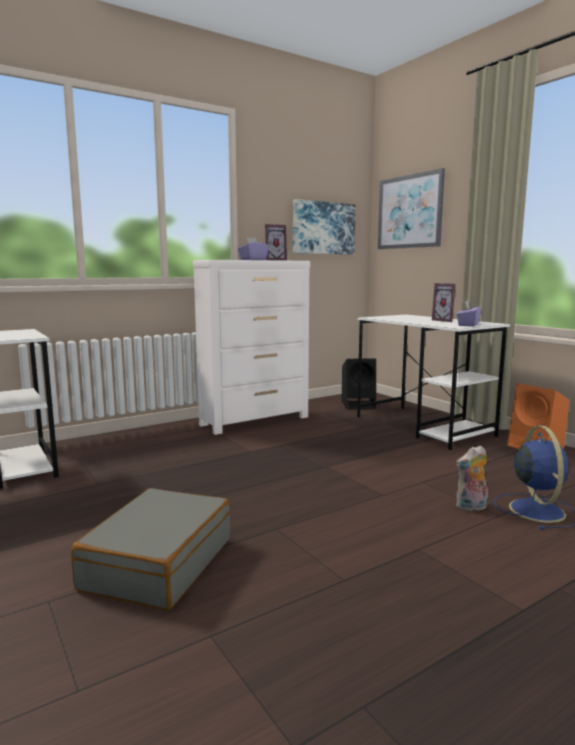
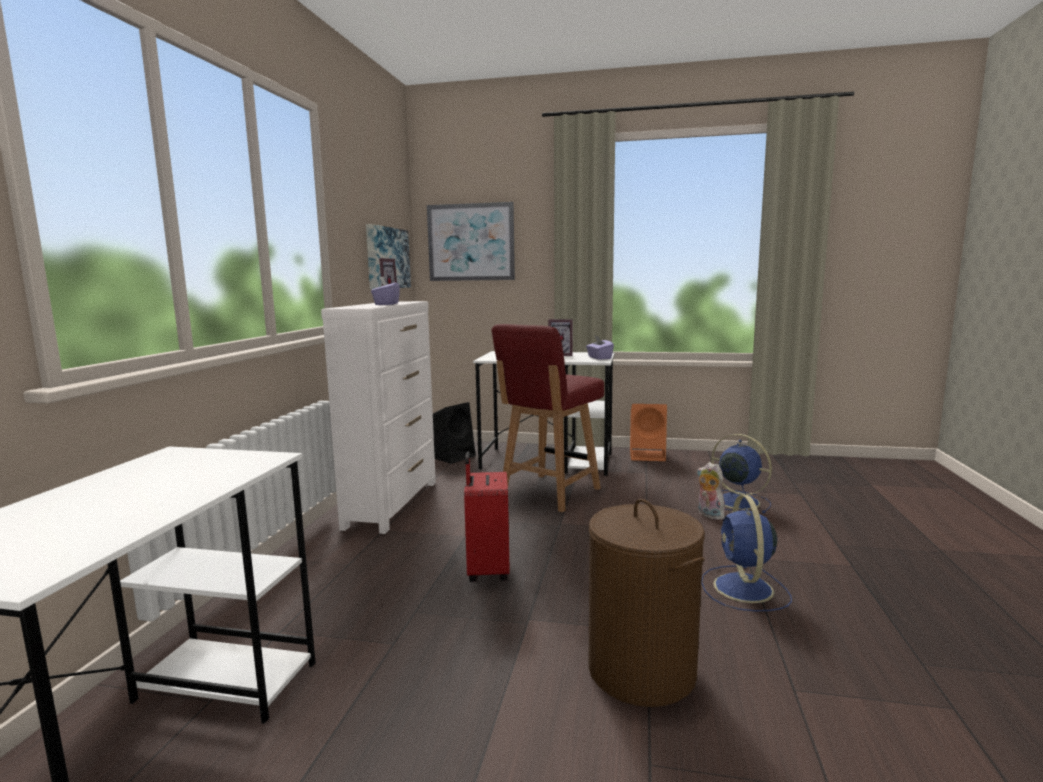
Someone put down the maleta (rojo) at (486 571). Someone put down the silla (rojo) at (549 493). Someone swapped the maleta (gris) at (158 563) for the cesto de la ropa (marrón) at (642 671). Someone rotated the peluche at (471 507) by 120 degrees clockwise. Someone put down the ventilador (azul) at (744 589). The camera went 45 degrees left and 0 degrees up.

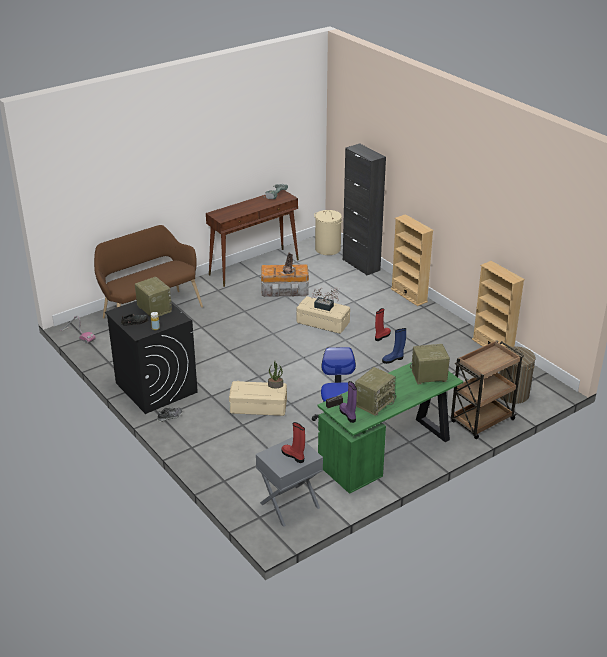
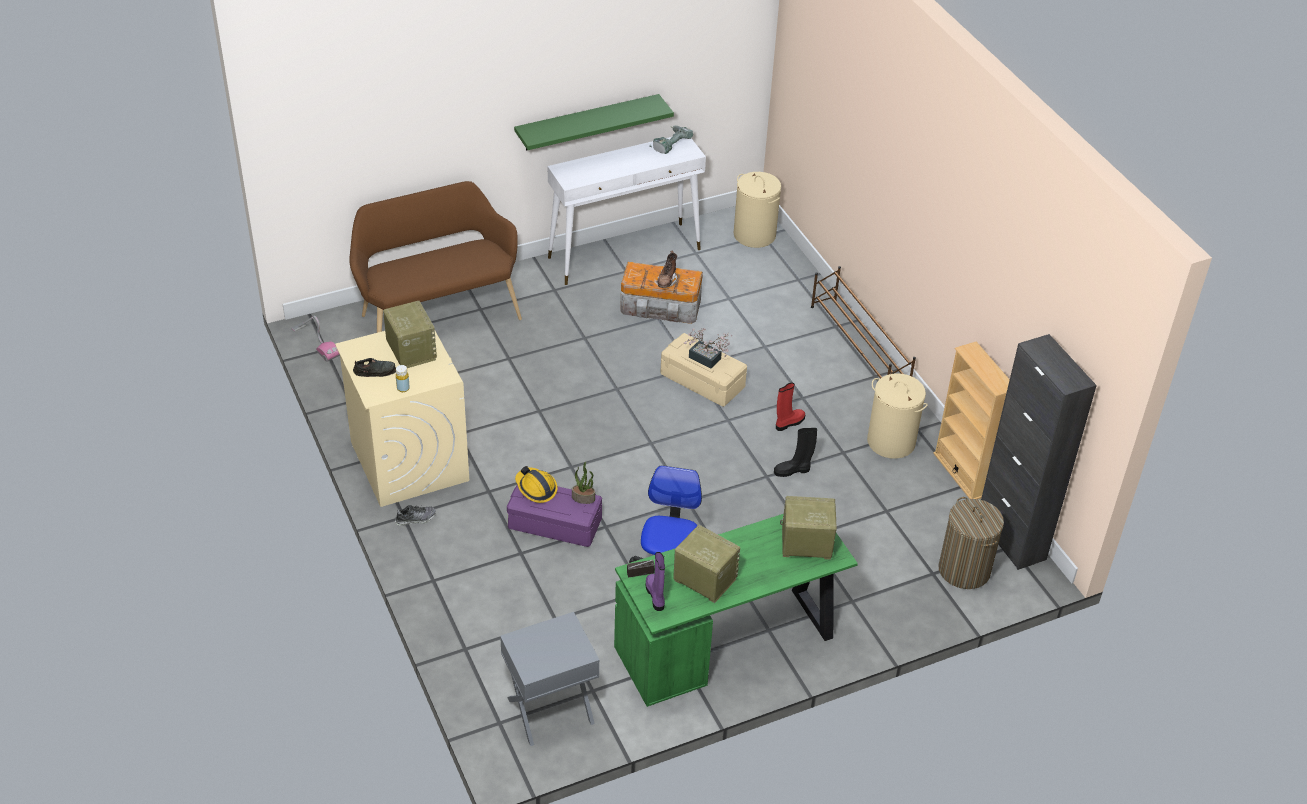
Someone repainted the lavadora (negro) at (155 387), which became the lavadora (beis) at (408 461). Someone repainted the caja de almacenaje (beis) at (258 407), which became the caja de almacenaje (morado) at (554 524). Someone put up the estante (verde) at (587 122). Someone put down the casco at (536 488). Someone repainted the mesa consola (marrón) at (254 267), which became the mesa consola (blanco) at (625 253). Someone rotated the radio at (374 402) by 105 degrees counterclockwise. Someone repainted the bota (azul) at (393 359), which became the bota (negro) at (793 470). Someone swapped the estantería (beis) at (409 295) for the zapatero (marrón) at (859 349). Someone put down the cesto de la ropa (beis) at (890 442). Someone carried the armario (negro) from (361 265) to (1011 538). Someone took away the bota (rojo) at (293 456). Someone took away the carrito (marrón) at (481 421). The camera went 10 degrees right and 10 degrees up.

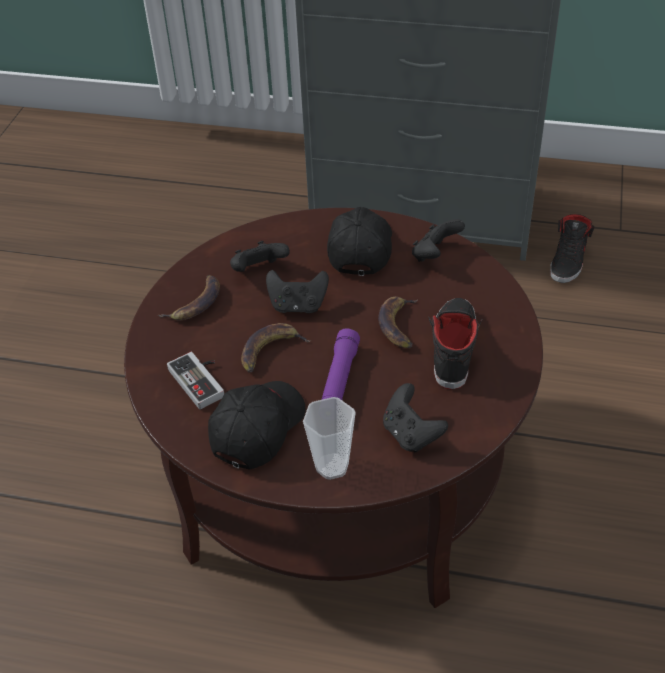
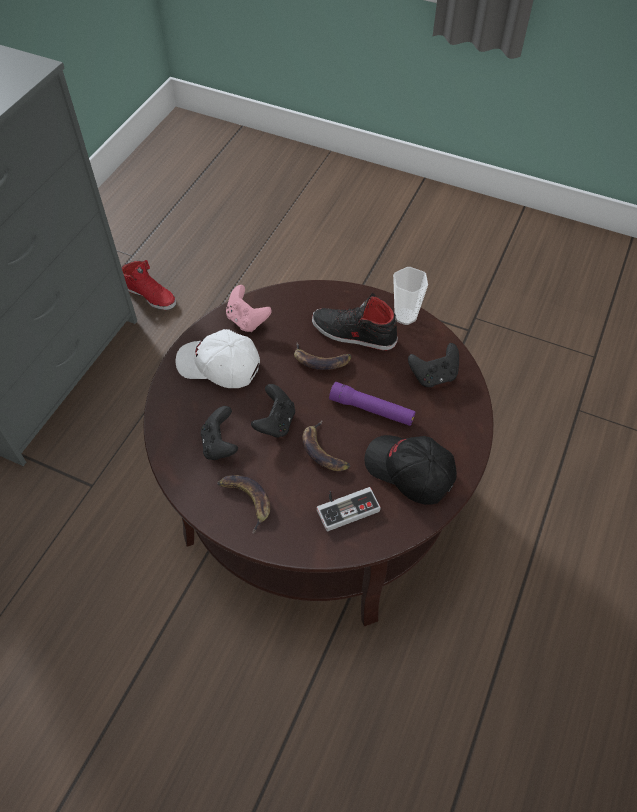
Someone repainted the zapato (negro) at (569 260), which became the zapato (rojo) at (150 295). Someone repainted the gorra (negro) at (360 248), which became the gorra (blanco) at (218 367). Someone repainted the mando de consola (negro) at (435 255), which became the mando de consola (rosa) at (247 320). Someone carried the taza from (332 466) to (405 316). The camera went 80 degrees left and 10 degrees up.

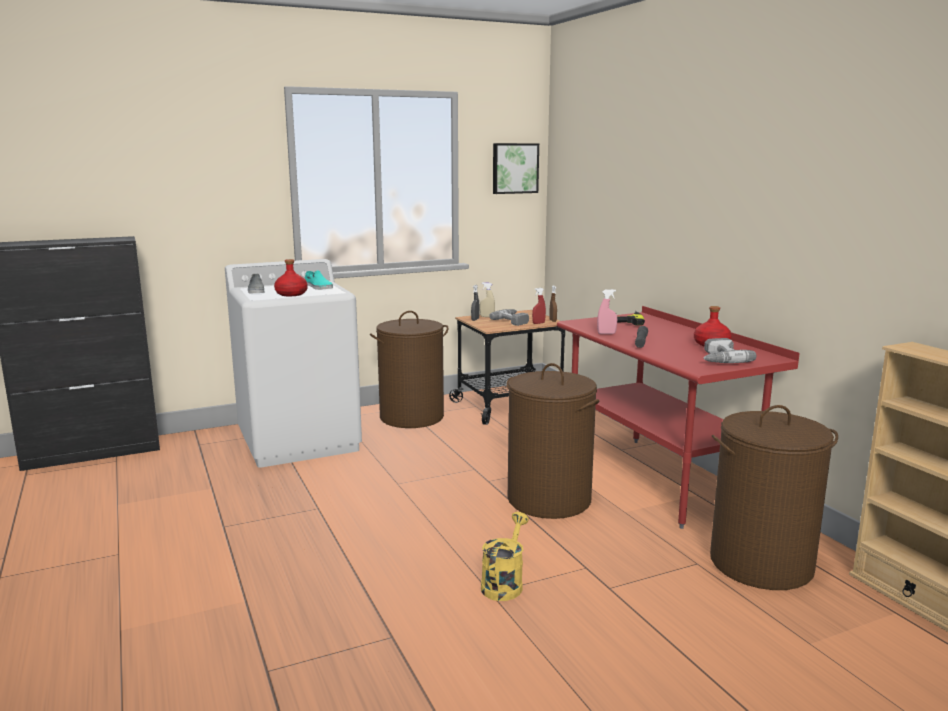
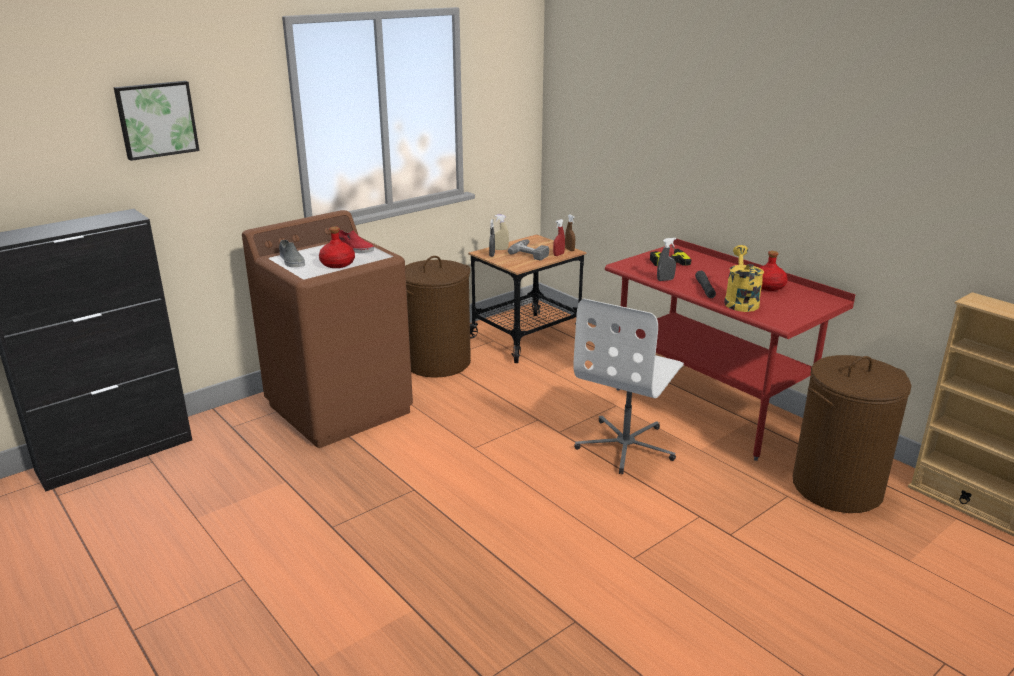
Someone carried the cuadro from (514 168) to (156 119). Someone repainted the lavadora (blanco) at (300 441), which became the lavadora (marrón) at (340 408). Someone repainted the zapato (turquesa) at (318 287), which became the zapato (rojo) at (354 248). Someone swapped the cesto de la ropa (marrón) at (548 500) for the silla de oficina (blanco) at (626 446). Someone repainted the pulverizador (rosa) at (606 333), which became the pulverizador (gris) at (665 280). Someone carried the regadera (amarillo) from (504 583) to (740 301). Someone took away the taladro at (719 358). The camera went 15 degrees left and 10 degrees up.

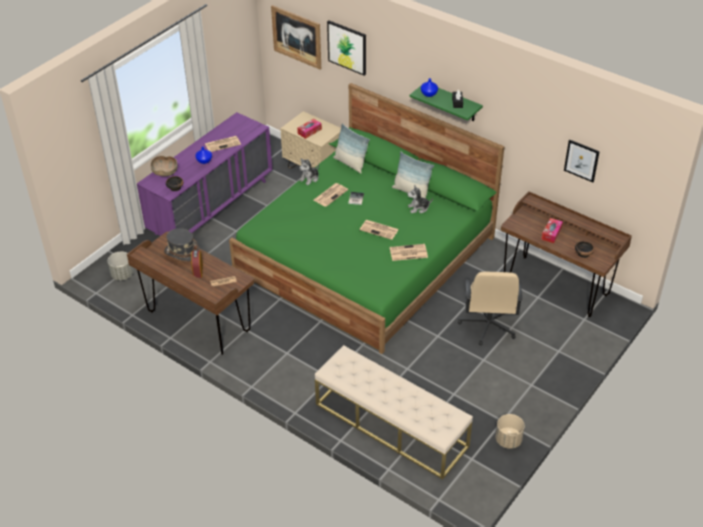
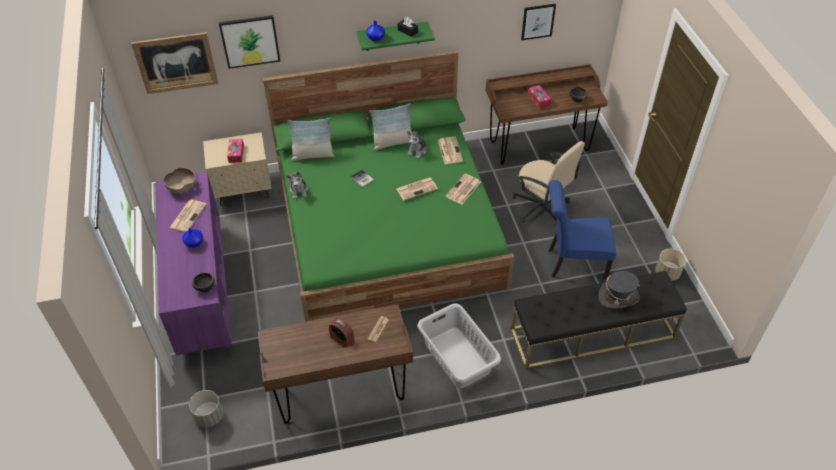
Someone carried the cuenco (marrón) from (165 172) to (182 187). Someone put down the cesto de la ropa (gris) at (457 358). Someone carried the periódico from (330 195) to (449 150). Someone repainted the banco (beis) at (390 425), which became the banco (negro) at (592 333). Someone put down the silla (azul) at (572 263). Someone carried the sombrero (gris) from (182 252) to (618 297). The camera went 50 degrees left and 5 degrees up.

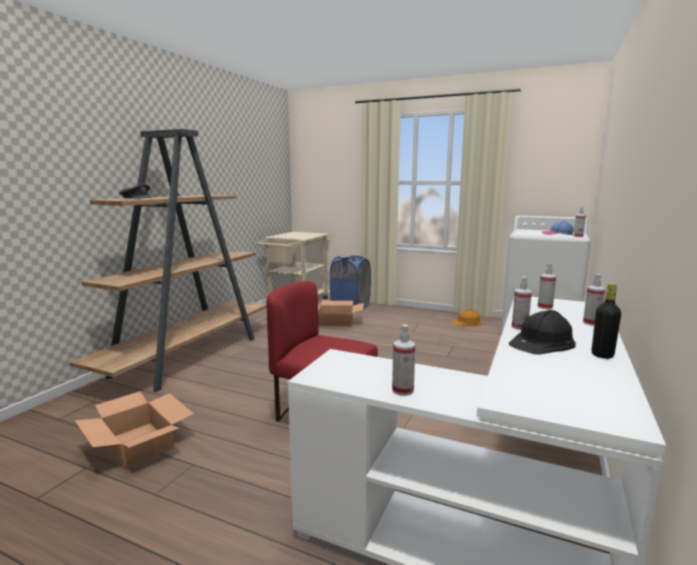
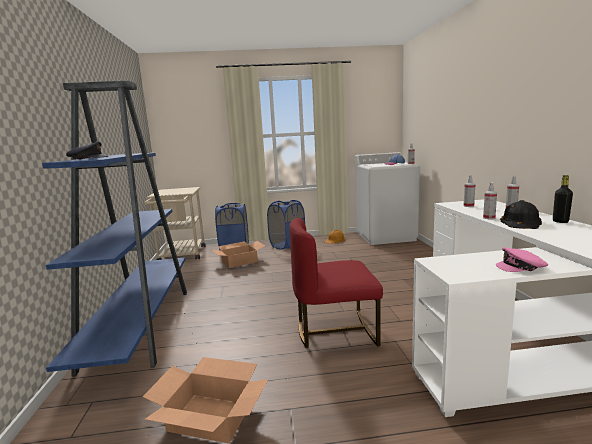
Someone repainted the estantería (marrón) at (190 356), which became the estantería (azul) at (141 325). Someone put down the cesto de la ropa (azul) at (287 245). Someone swapped the pulverizador at (402 390) for the gorra (rosa) at (521 267). The camera went 30 degrees left and 0 degrees up.

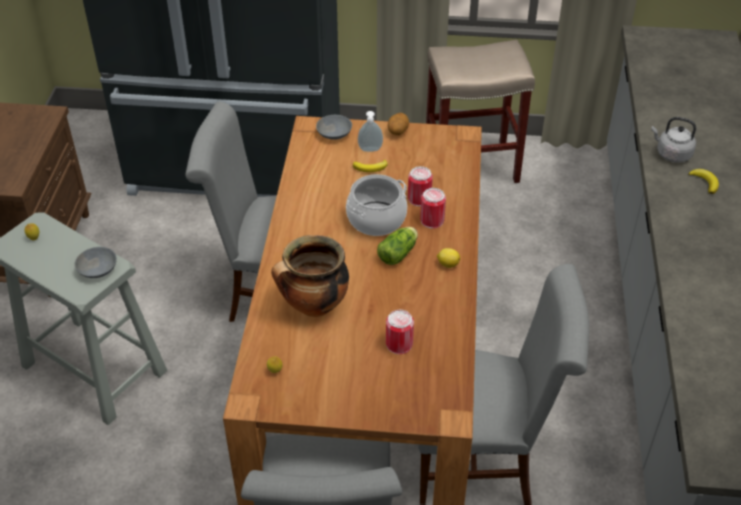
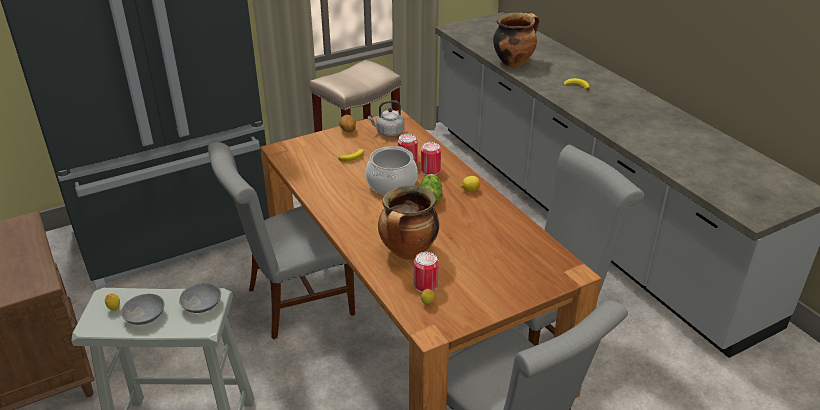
Someone carried the cuenco (gris) from (334 133) to (144 315). Someone carried the hervidor (gris) from (671 154) to (388 132). Someone carried the lata from (399 344) to (425 285). Someone put down the olla at (513 62). Someone took away the dispensador de jabón at (370 150). The camera went 35 degrees left and 10 degrees down.

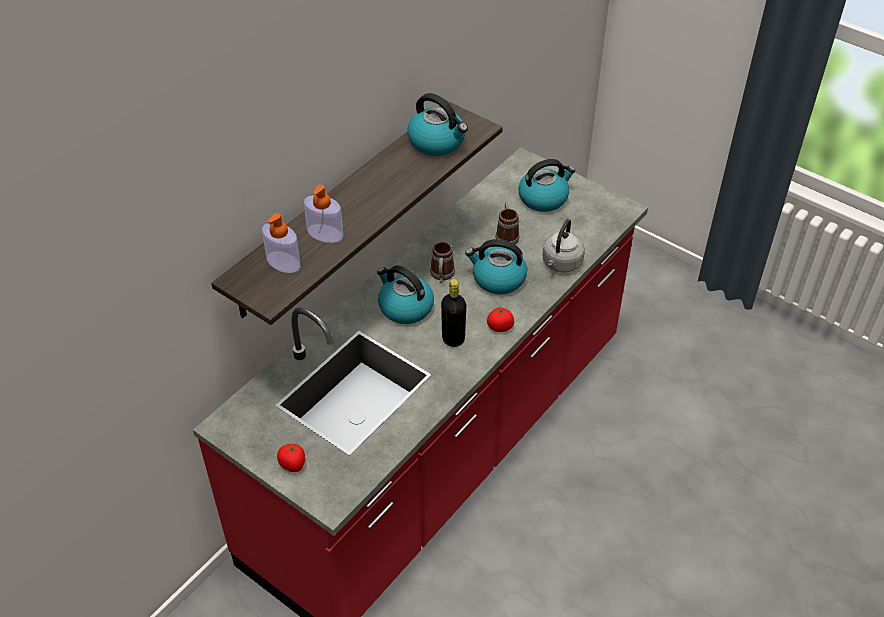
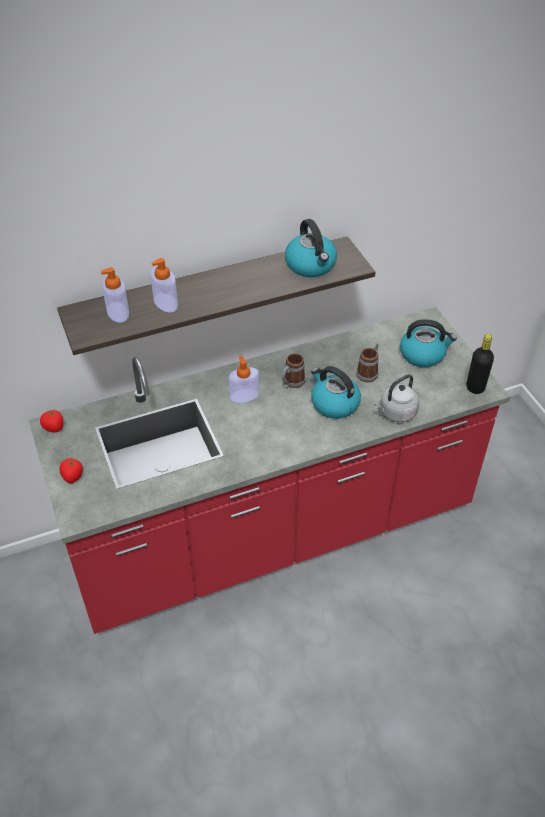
Someone carried the tomate from (500 327) to (54 427). Someone swapped the hervidor at (405 307) for the dispensador de jabón at (244 396). Someone carried the botella (negro) from (453 339) to (475 387). The camera went 30 degrees right and 0 degrees up.

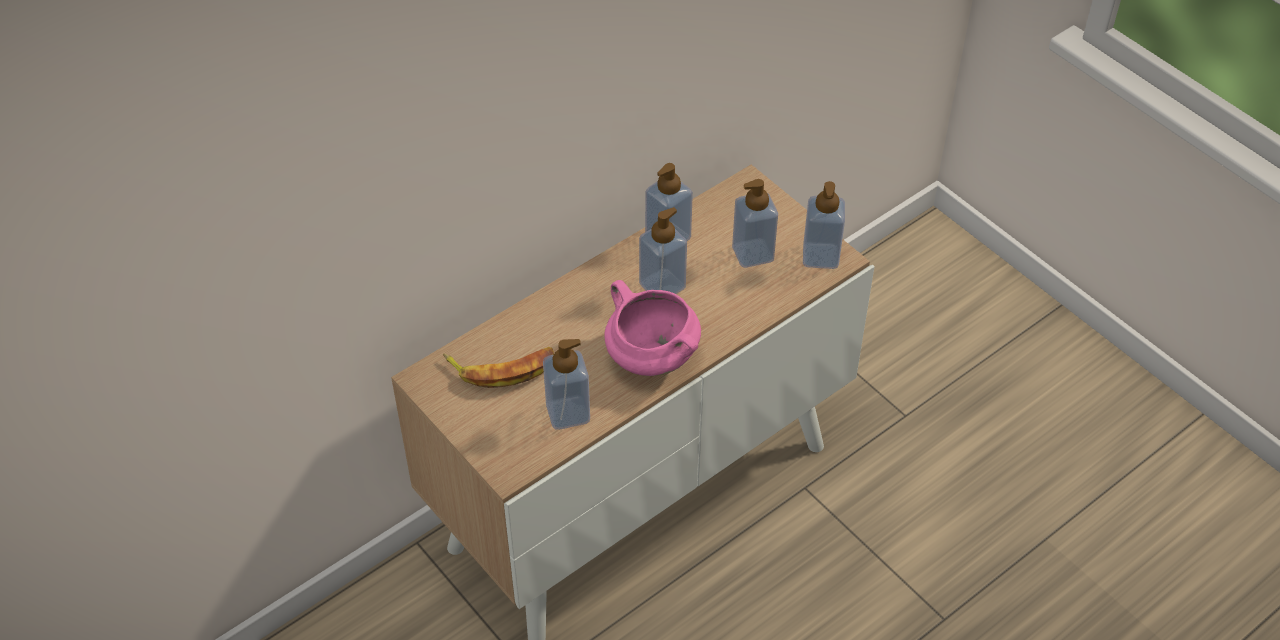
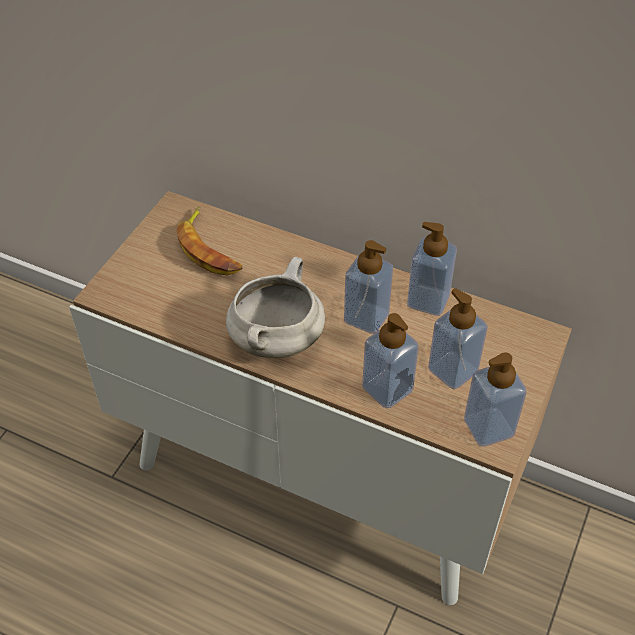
Someone repainted the olla (rosa) at (650 357), which became the olla (blanco) at (276 339). Someone carried the dispensador de jabón from (568 413) to (387 389). The camera went 65 degrees right and 0 degrees up.

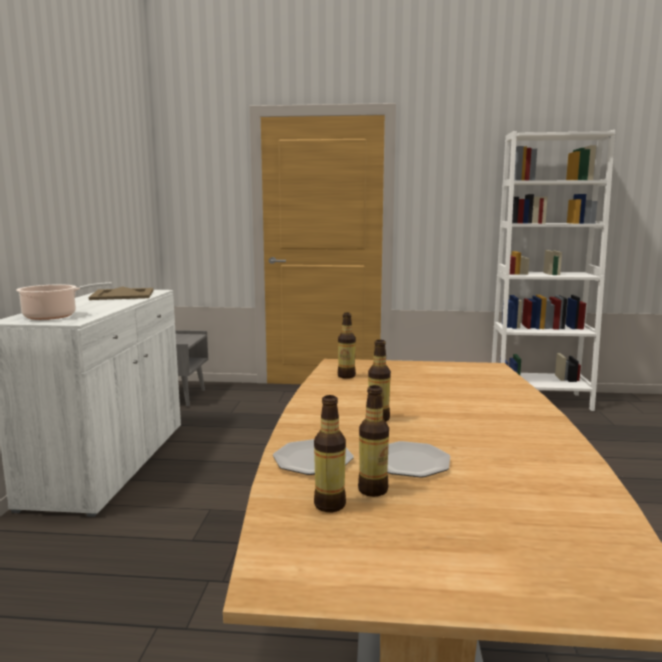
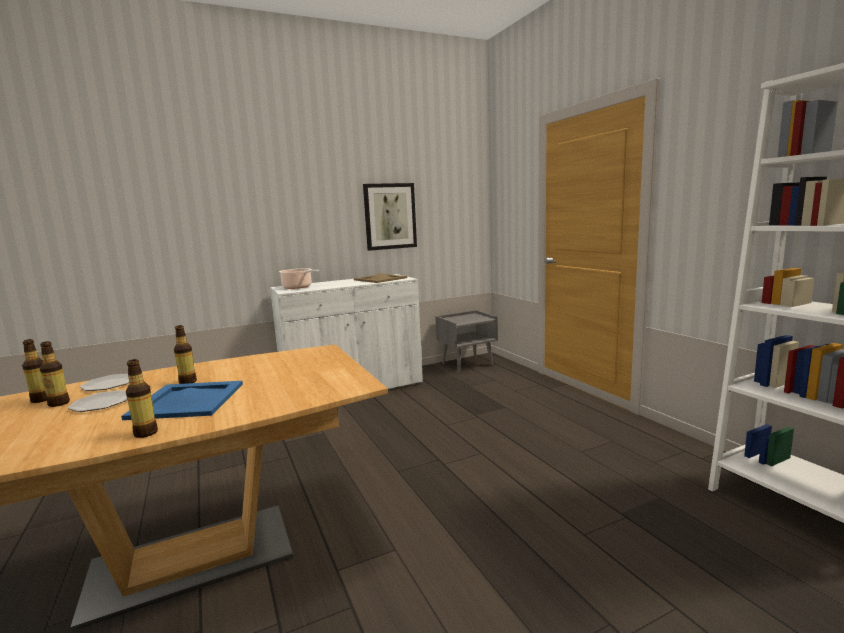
Someone put down the bandeja (azul) at (188 400). Someone carried the botella from (346 376) to (146 433). Someone put up the cuadro at (390 216). The camera went 60 degrees right and 0 degrees up.

